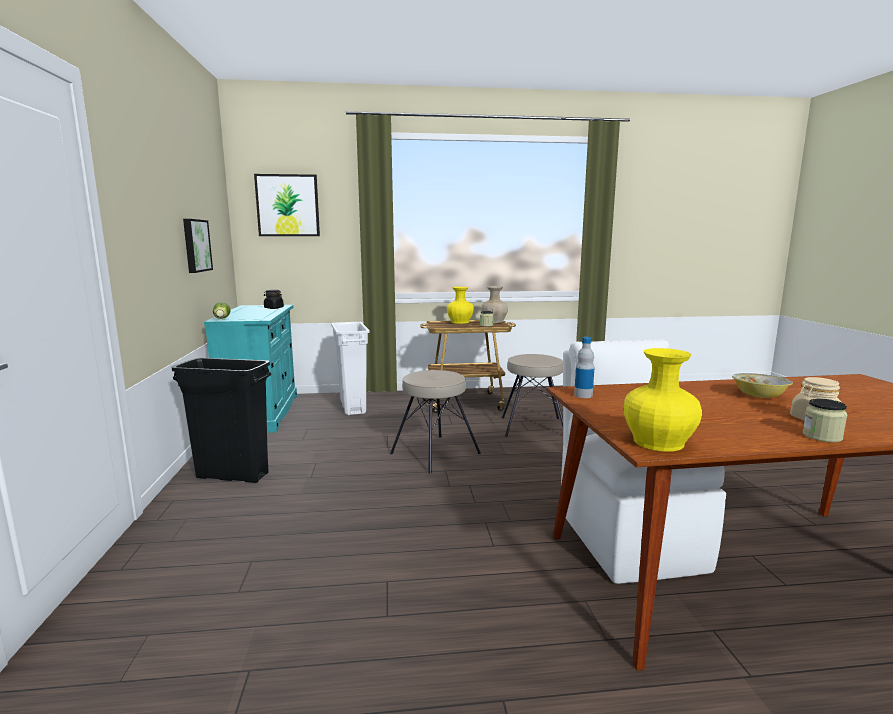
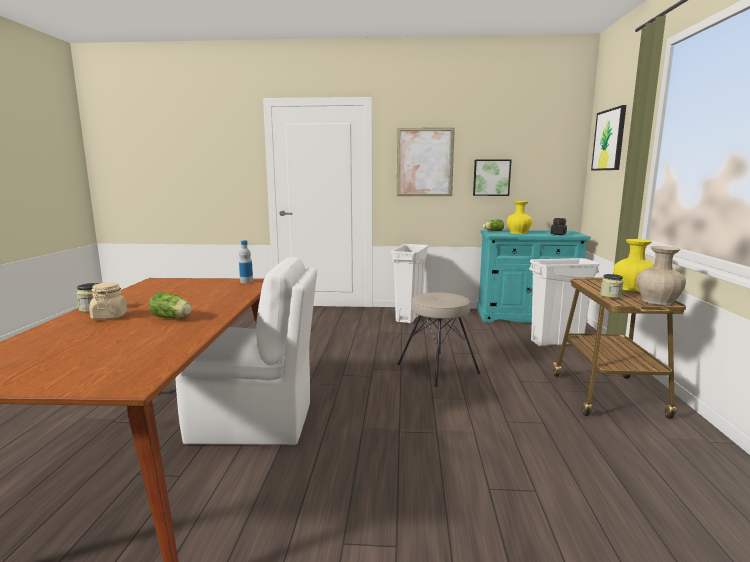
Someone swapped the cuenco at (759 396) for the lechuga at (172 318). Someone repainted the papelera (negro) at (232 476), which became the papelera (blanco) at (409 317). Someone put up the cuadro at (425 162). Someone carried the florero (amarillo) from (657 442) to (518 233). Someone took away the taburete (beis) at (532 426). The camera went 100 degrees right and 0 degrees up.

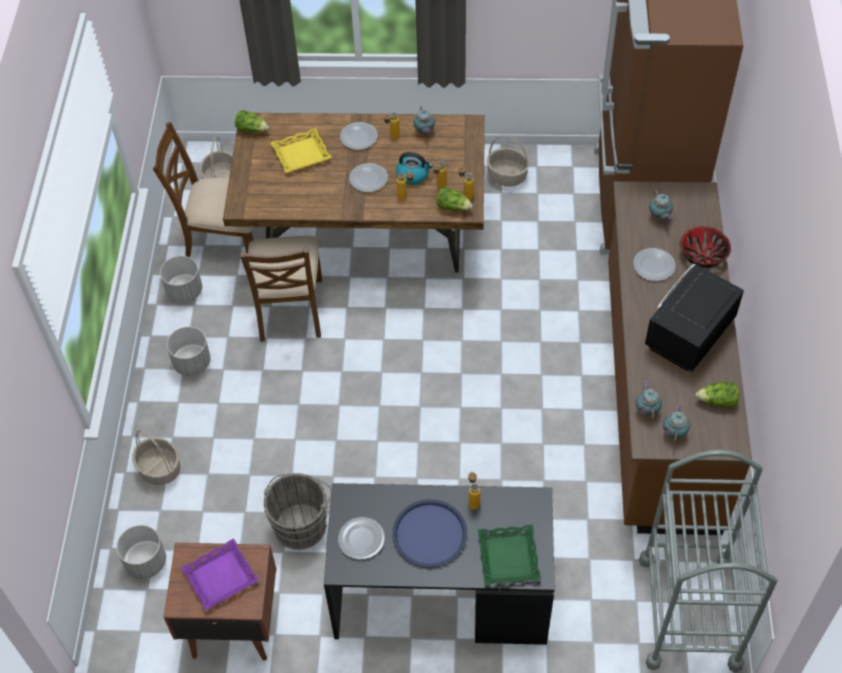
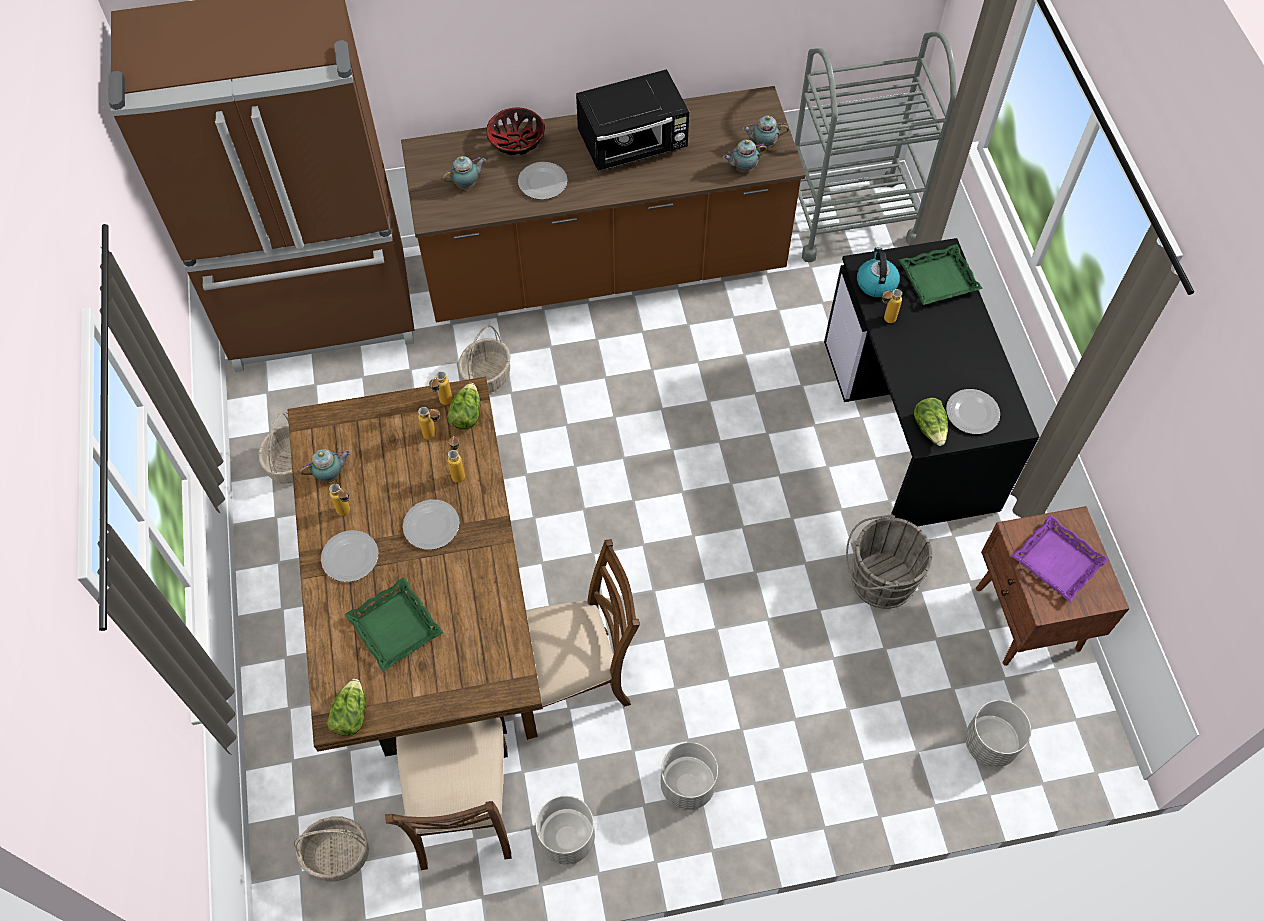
Someone repainted the bandeja (amarillo) at (301 154), which became the bandeja (verde) at (394 627). Someone carried the cesta from (159 469) to (487 377). Someone rotated the microondas (negro) at (688 335) by 45 degrees counterclockwise. Someone carried the hervidor from (413 175) to (876 283). Someone carried the lechuga from (717 401) to (930 428). Someone took away the bandeja (azul) at (429 534). The camera went 105 degrees left and 5 degrees up.

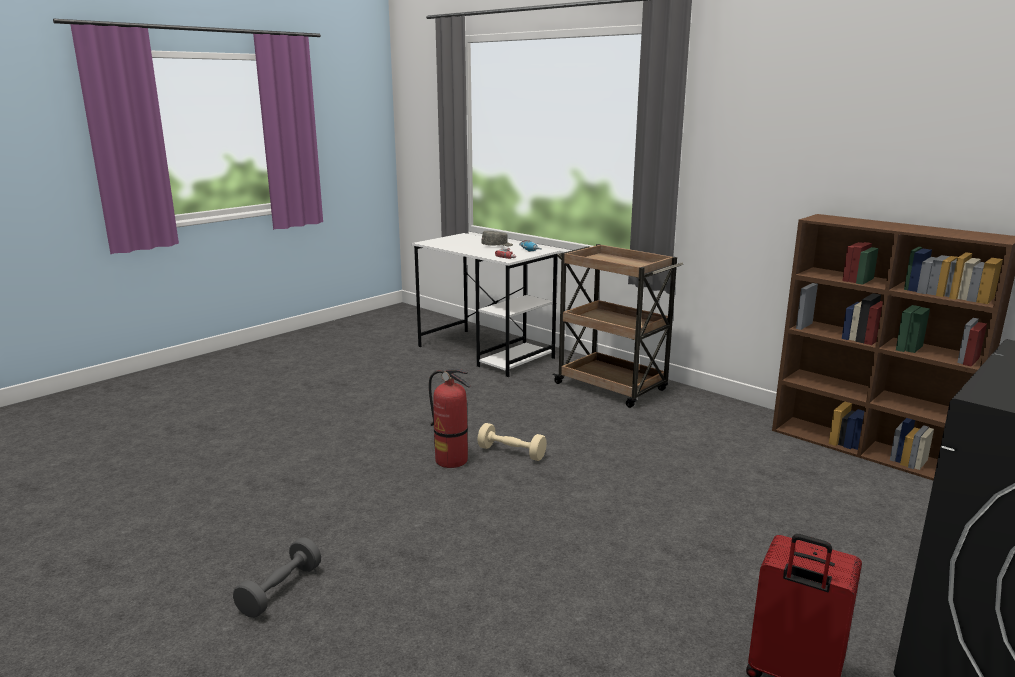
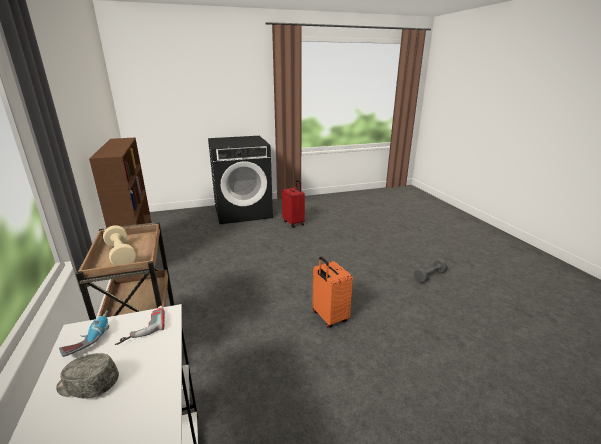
Someone carried the mancuerna (beis) from (511 453) to (121 255). Someone swapped the extintor at (452 461) for the maleta (naranja) at (329 317). The camera went 150 degrees left and 5 degrees up.

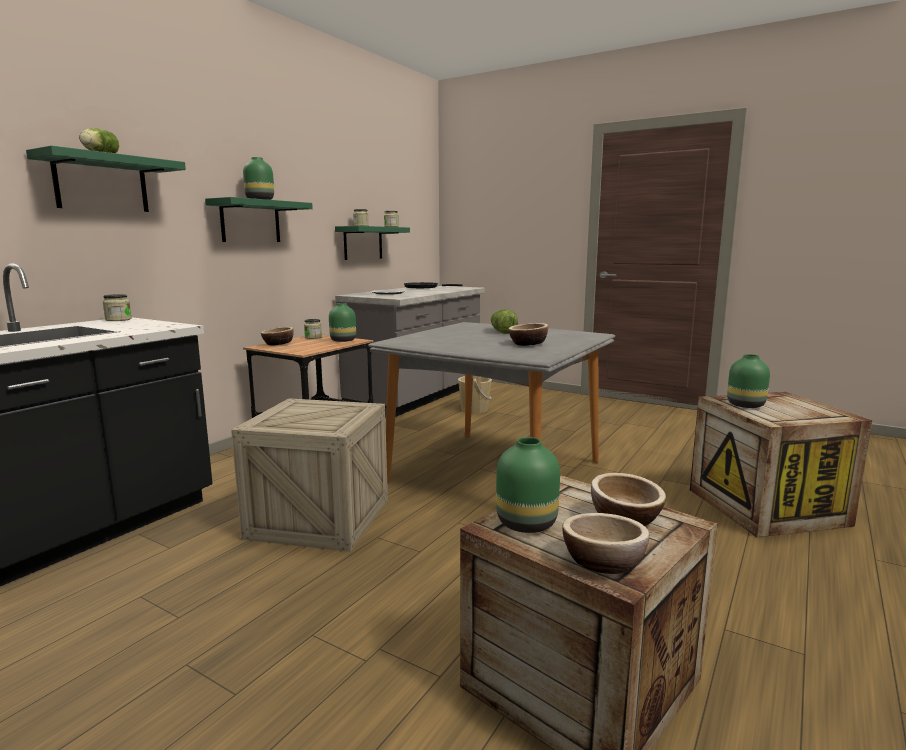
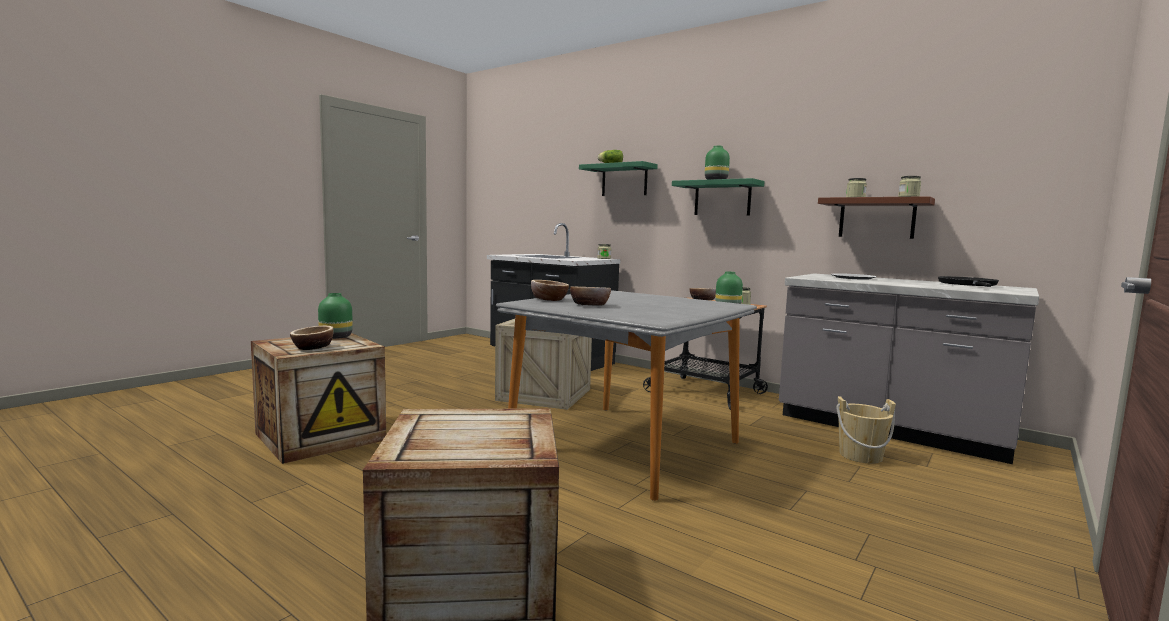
Someone carried the cuenco from (603 562) to (549 299). Someone repainted the estante (verde) at (363 243), which became the estante (marrón) at (876 218). Someone took away the lechuga at (502 332). Someone took away the florero (verde) at (744 405). The camera went 95 degrees right and 5 degrees down.

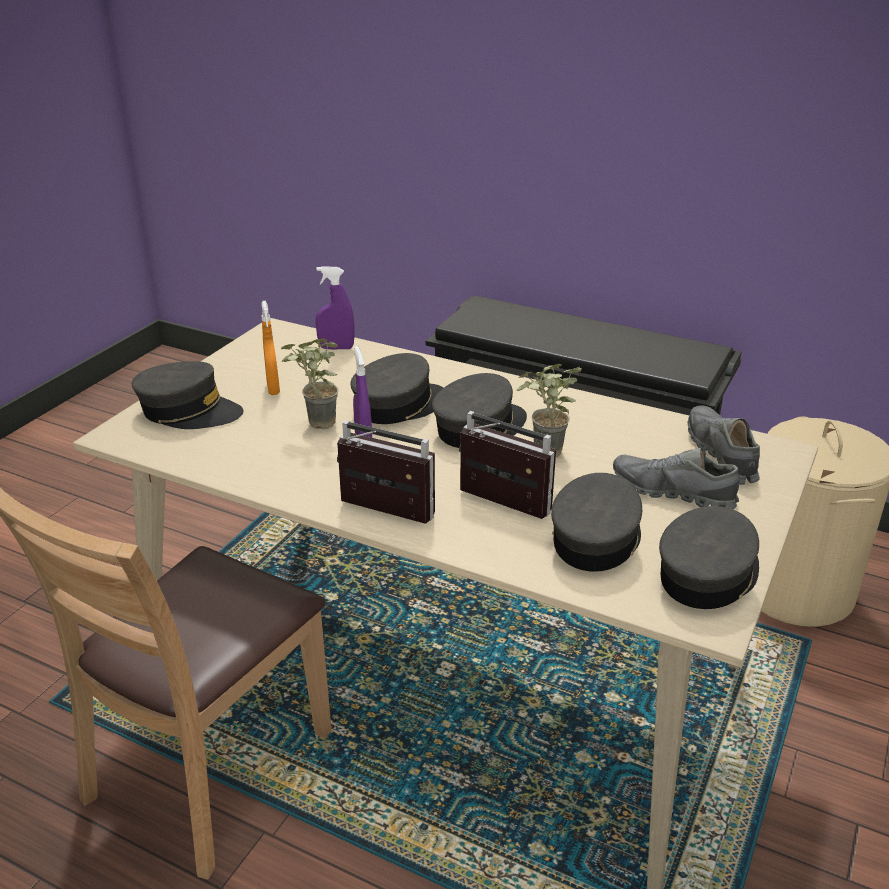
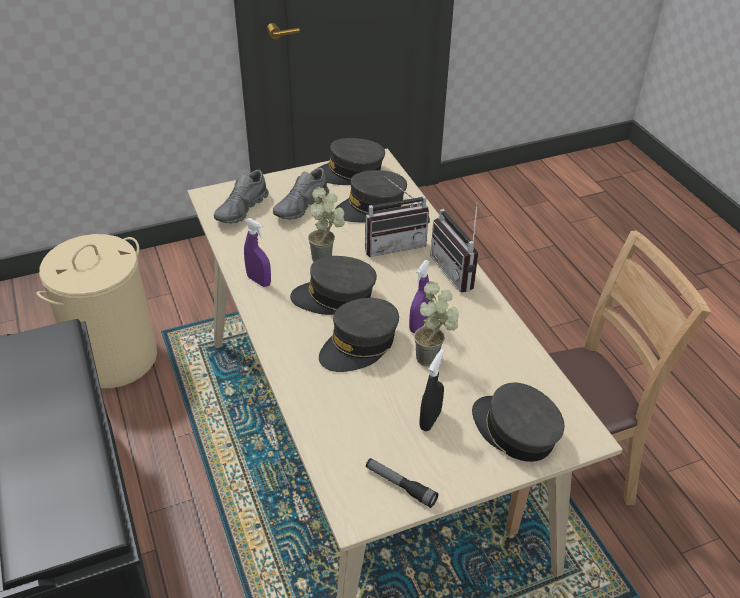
Someone carried the pulverizador (morado) from (336 348) to (259 281). Someone rotated the zapato (gris) at (672 492) by 60 degrees clockwise. Someone rotated the gorra (gris) at (399 405) by 45 degrees counterclockwise. Someone rotated the radio at (498 507) by 90 degrees counterclockwise. Someone put down the linterna at (400 486). Someone repainted the pulverizador (naranja) at (273 388), which became the pulverizador (negro) at (430 420). The camera went 140 degrees left and 10 degrees up.

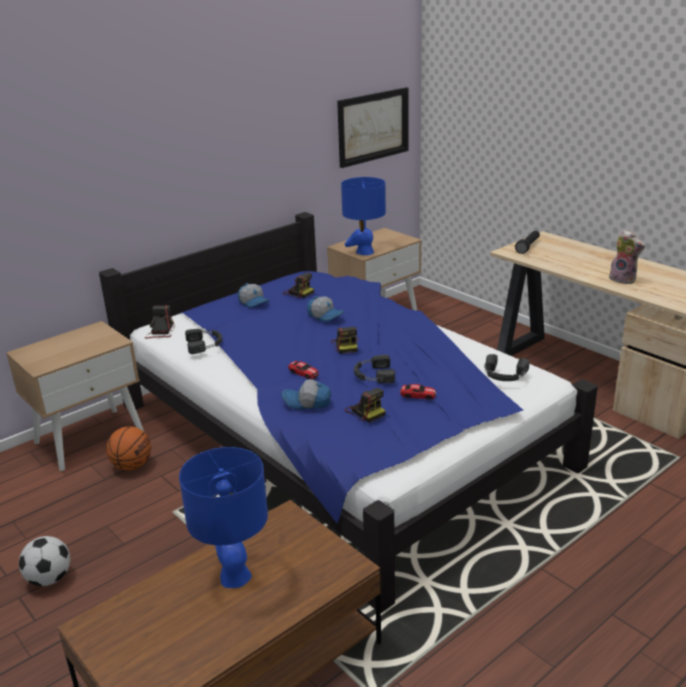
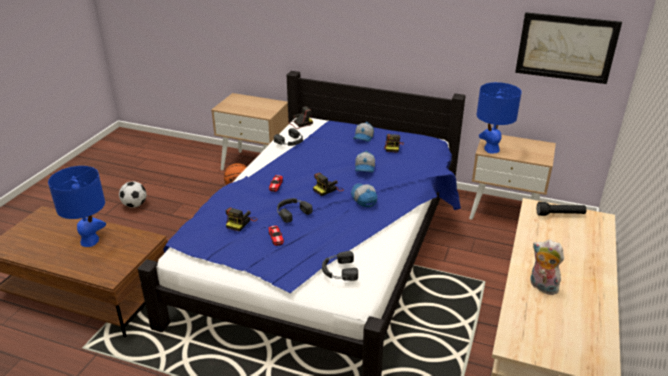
Someone carried the gorra from (307 403) to (363 199). Someone rotated the peluche at (624 279) by 120 degrees clockwise. The camera went 60 degrees right and 5 degrees up.

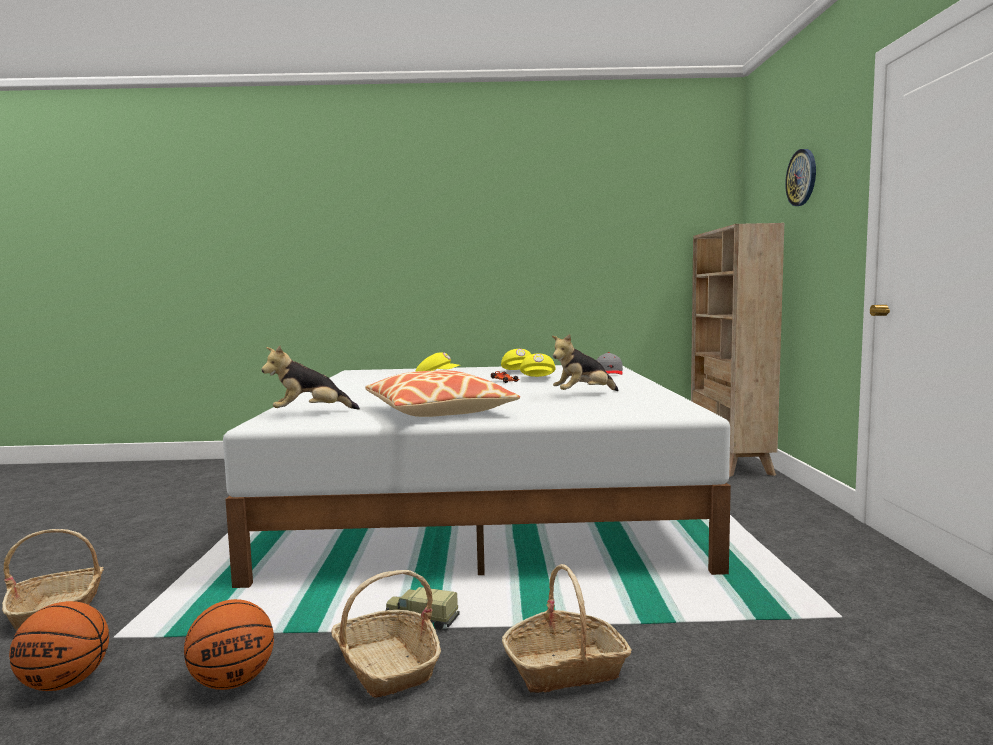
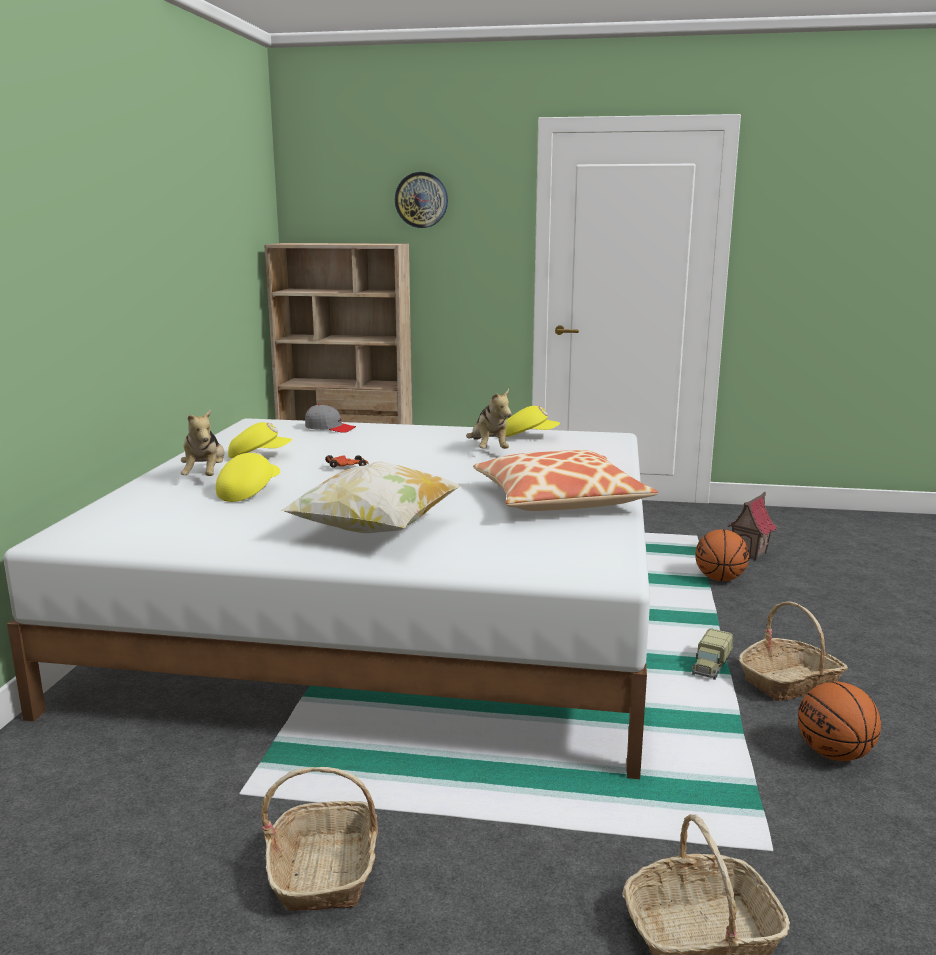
Someone carried the peluche from (310 413) to (205 476). Someone carried the cesta from (566 668) to (325 870). Someone put down the cojín at (375 530). Someone carried the gorra (amarillo) from (538 379) to (529 436). Someone carried the balón de baloncesto from (65 683) to (720 579). Someone put down the casita at (749 554). The camera went 80 degrees left and 10 degrees up.

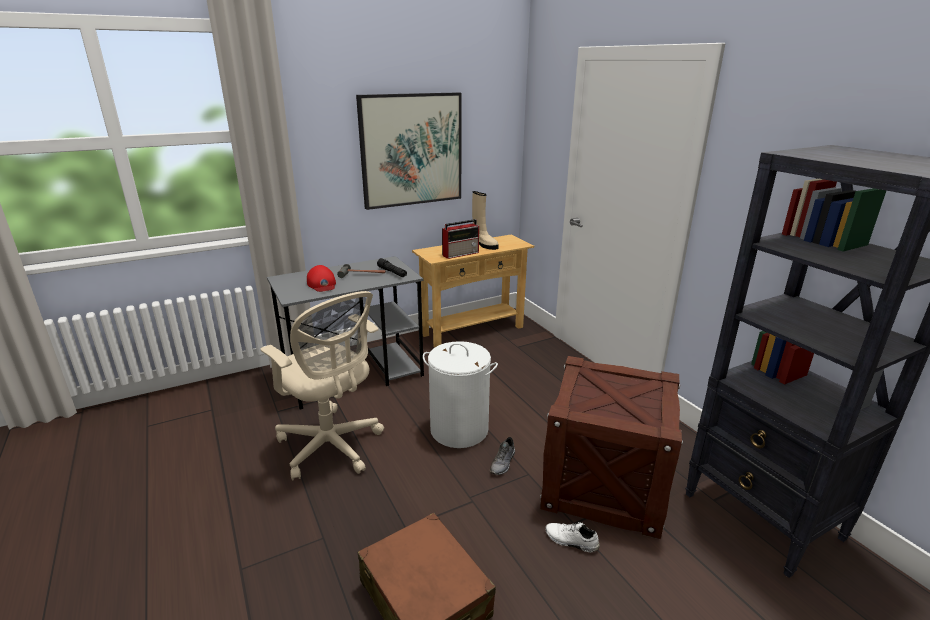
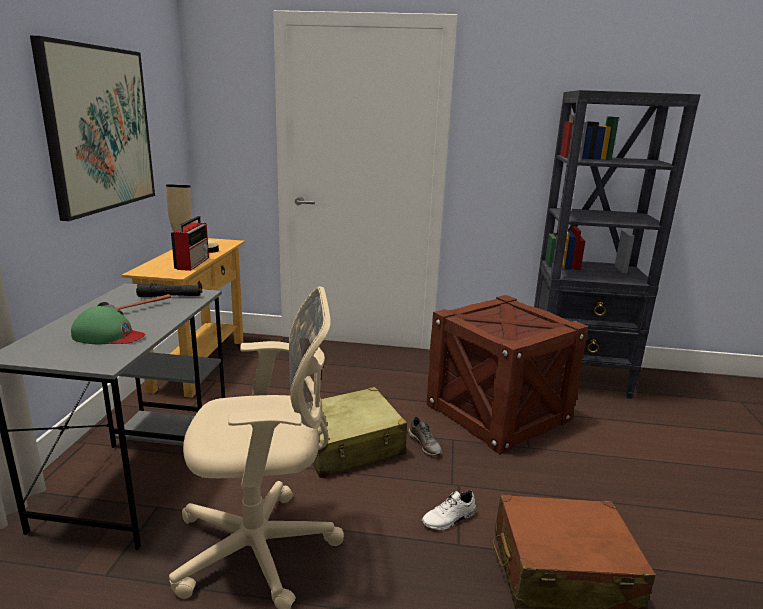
Someone repainted the gorra (rojo) at (322 284), which became the gorra (verde) at (108 335). Someone swapped the cesto de la ropa (blanco) at (459 430) for the maleta (beis) at (349 445). Someone carried the zapato (blanco) from (570 541) to (449 519). The camera went 55 degrees left and 5 degrees down.

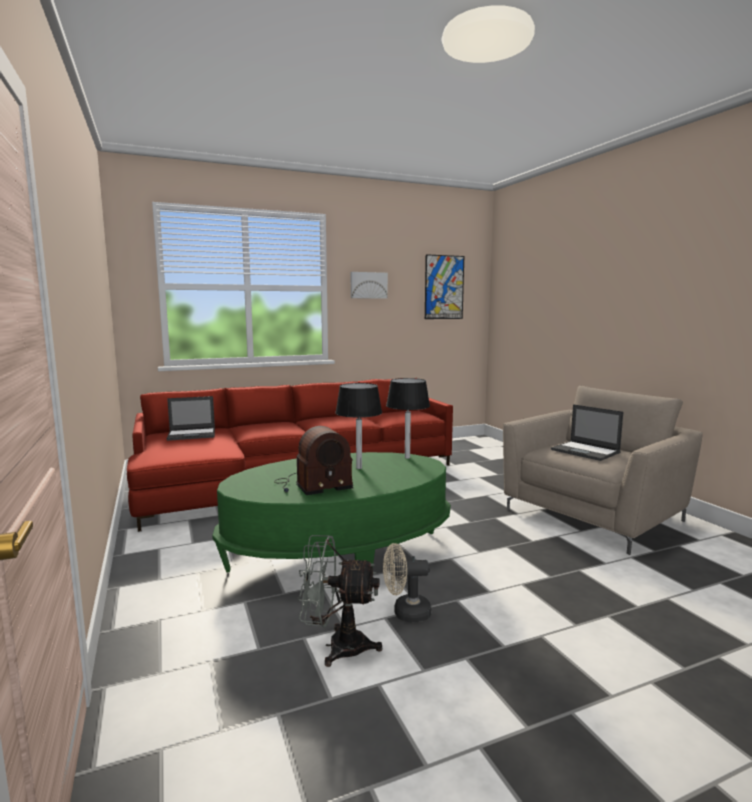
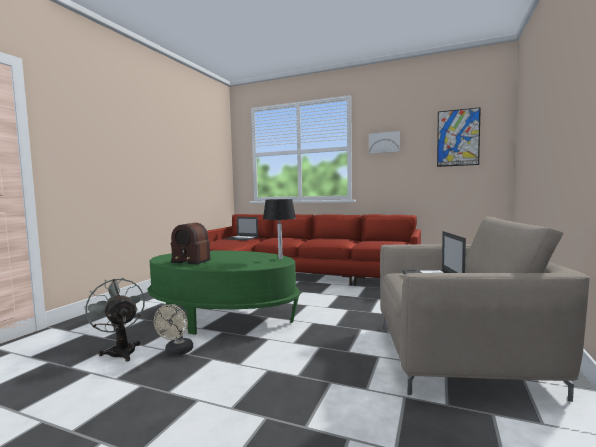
Someone rotated the ventilador (beis) at (405 613) by 120 degrees counterclockwise. Someone took away the lámpara de mesa (negro) at (359 468). The camera went 45 degrees right and 5 degrees down.

